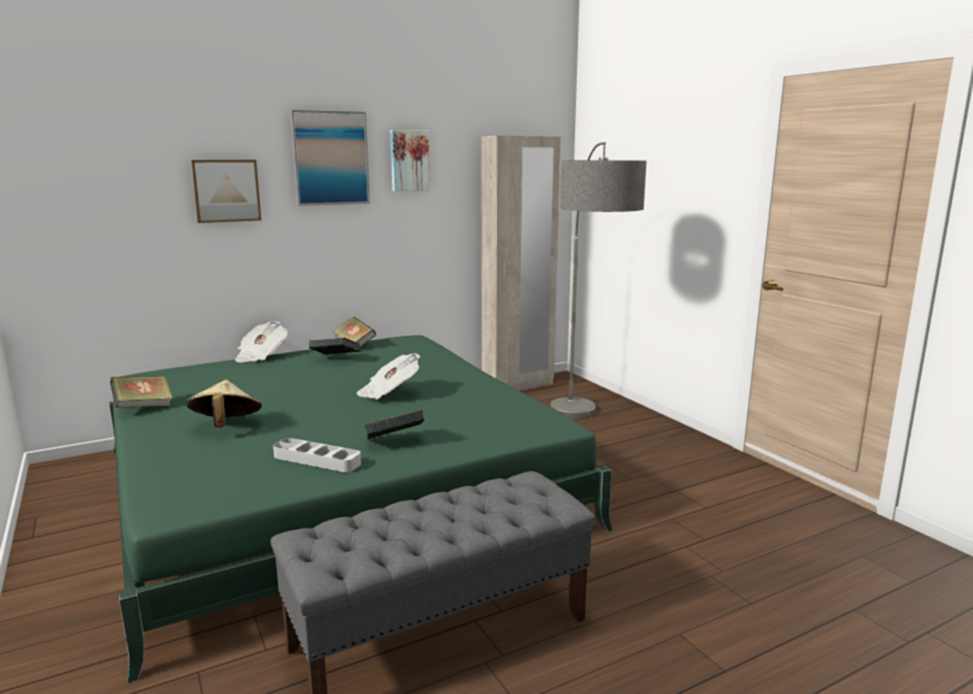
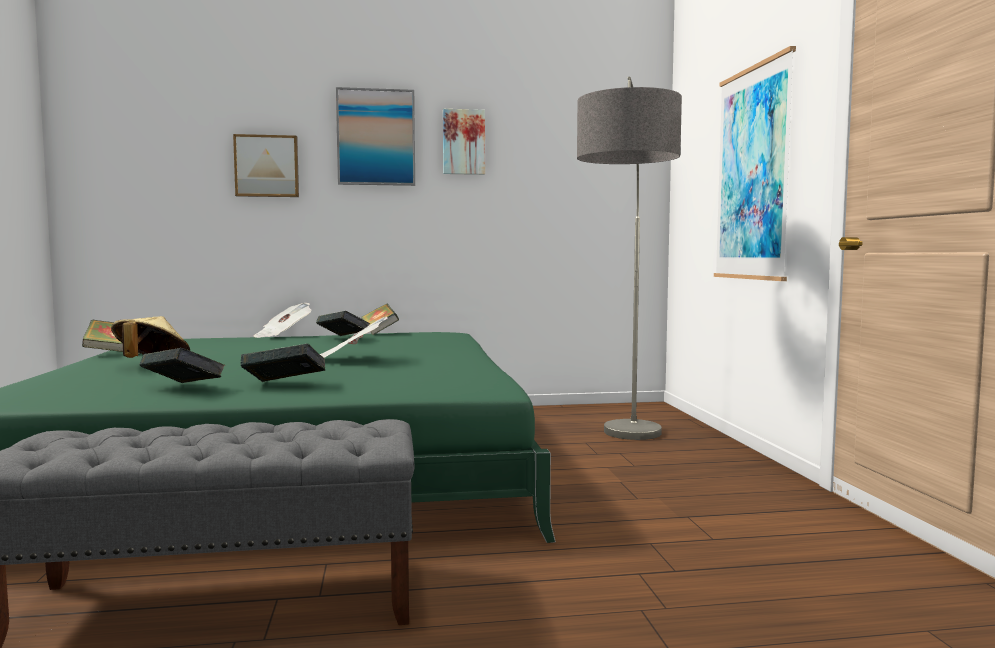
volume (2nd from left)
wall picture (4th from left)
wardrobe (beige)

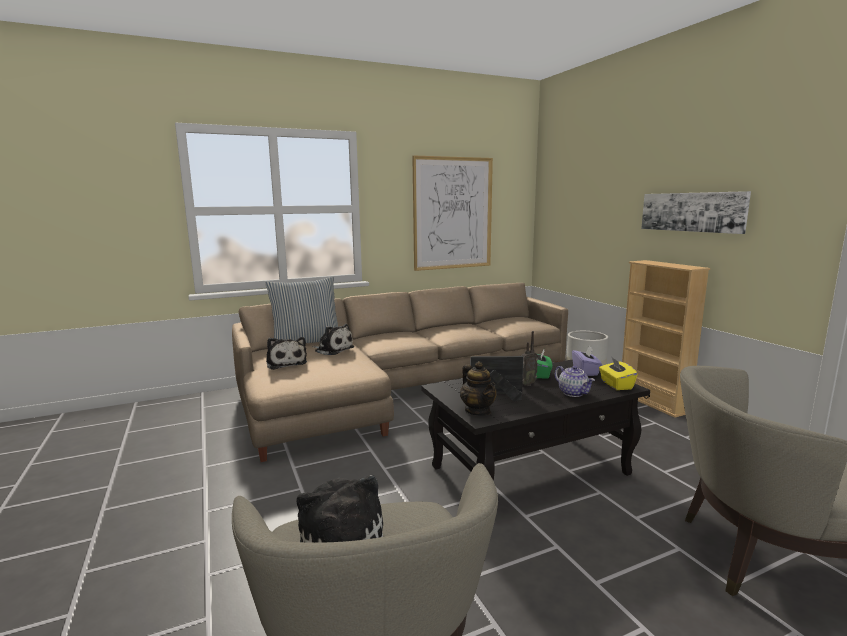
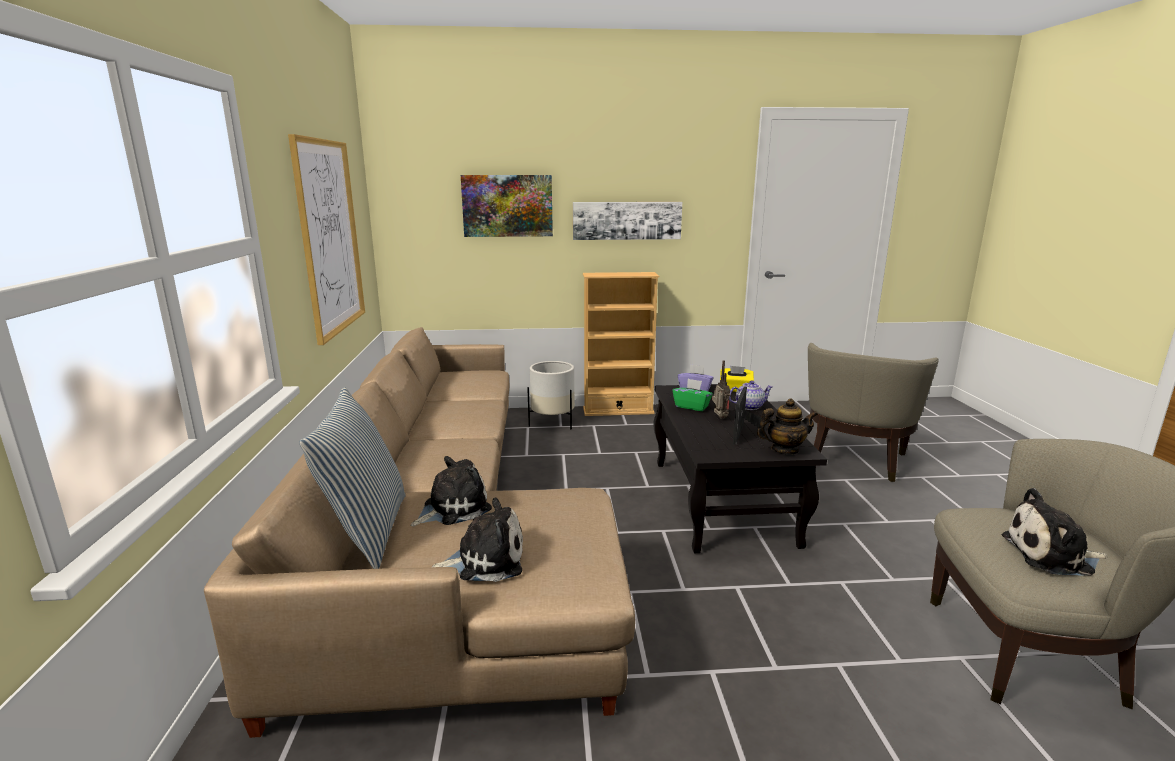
wall picture (2nd from left)

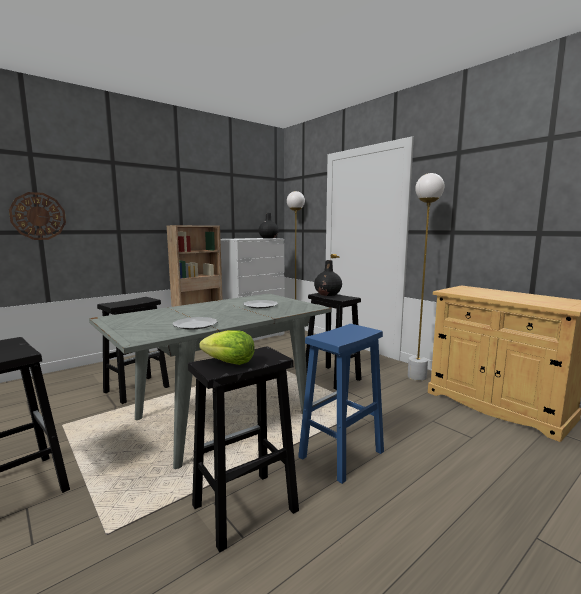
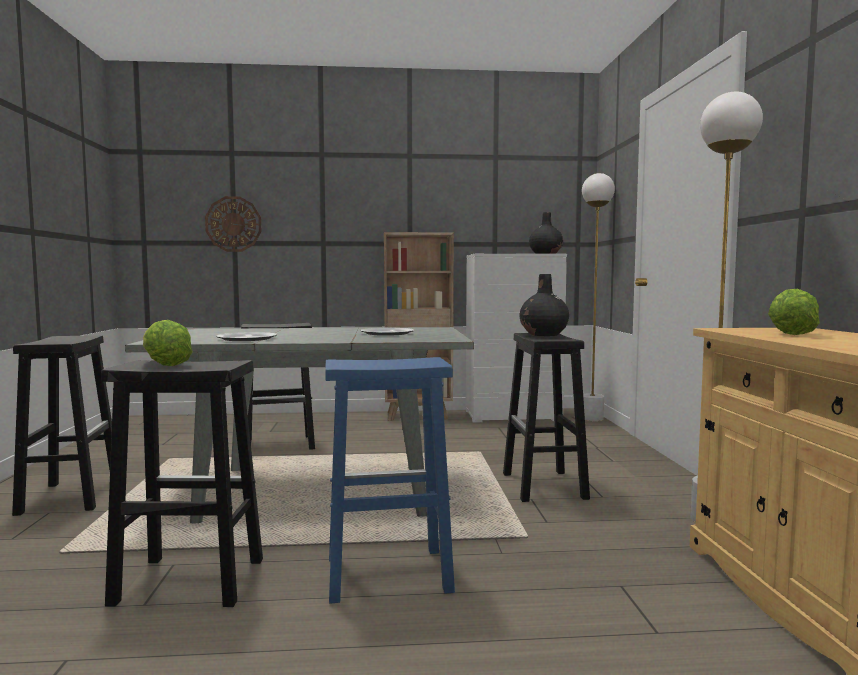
lettuce head (2nd from left)

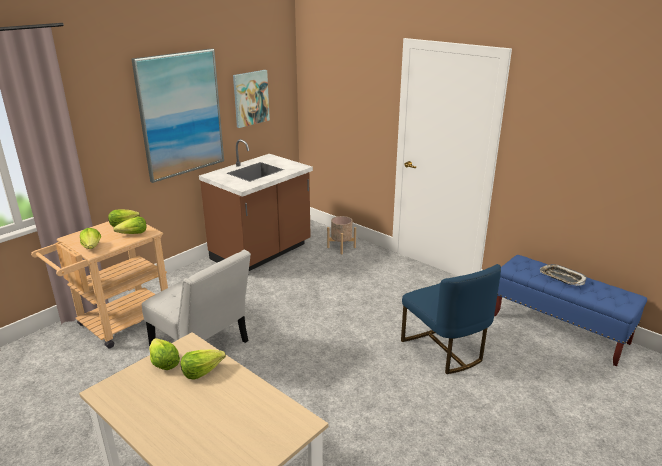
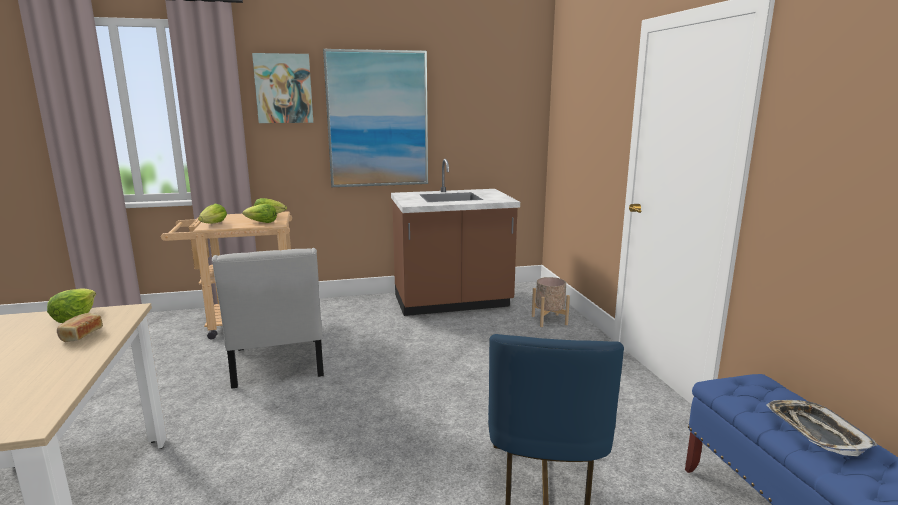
bread
wall picture (1st from left)

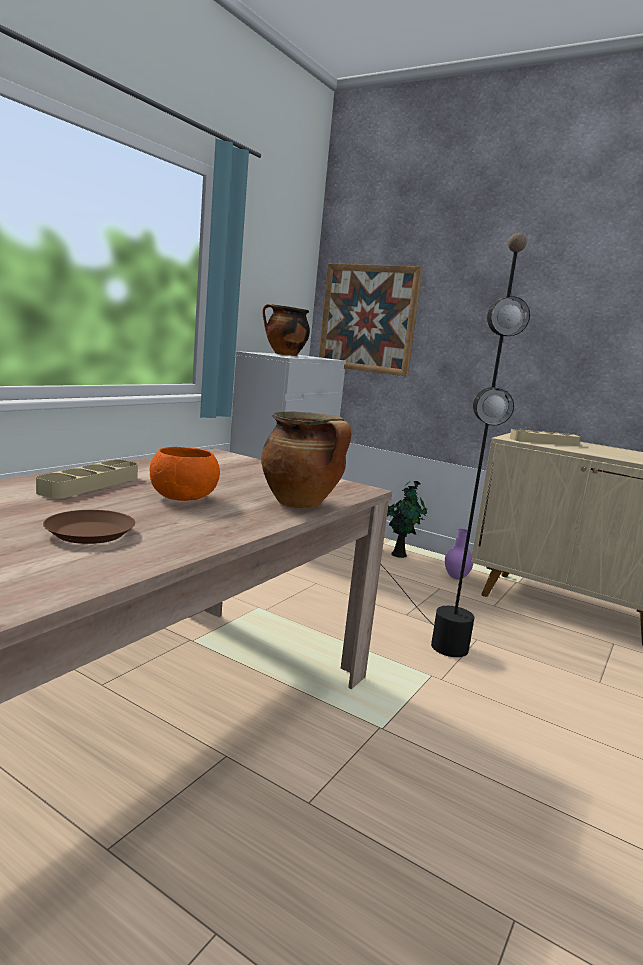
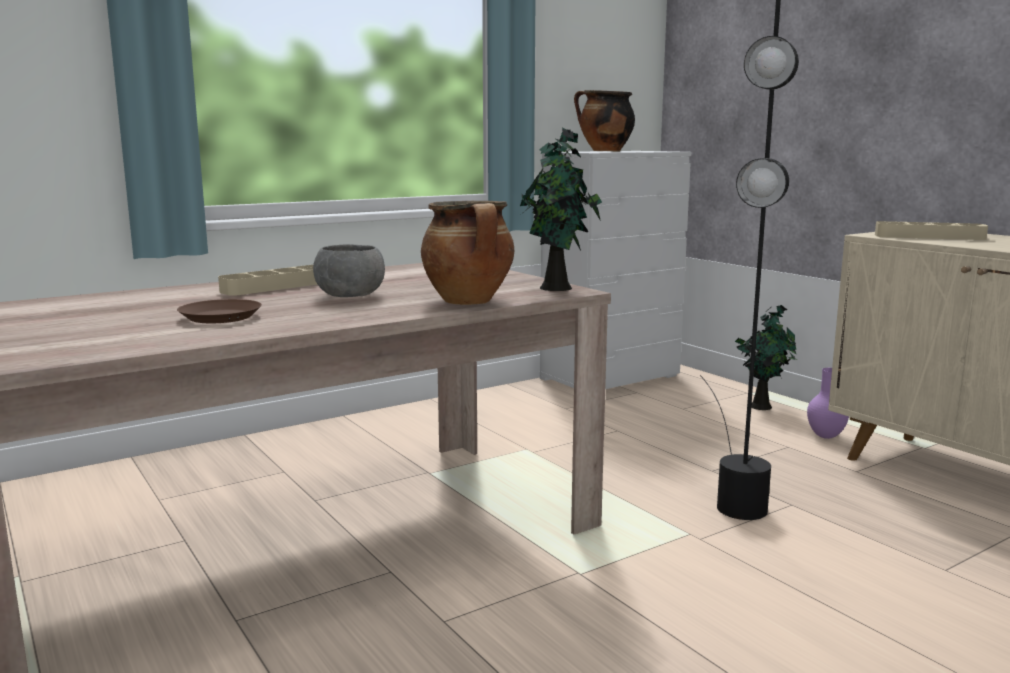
deep dish (gray)
plant in a pot (1st from left)
wall picture

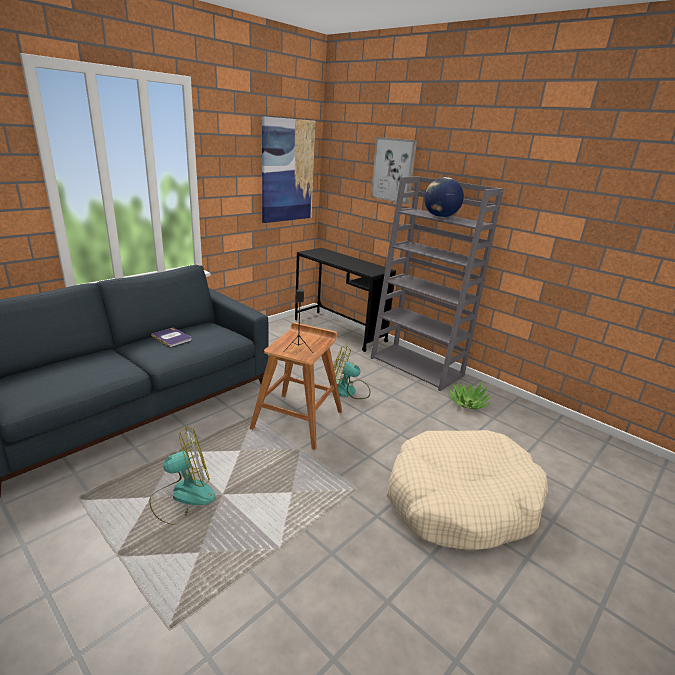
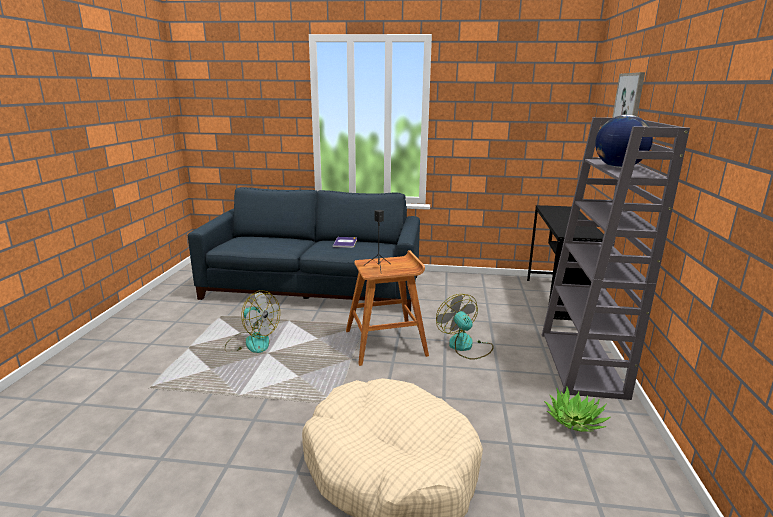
wall picture (1st from left in the first image)

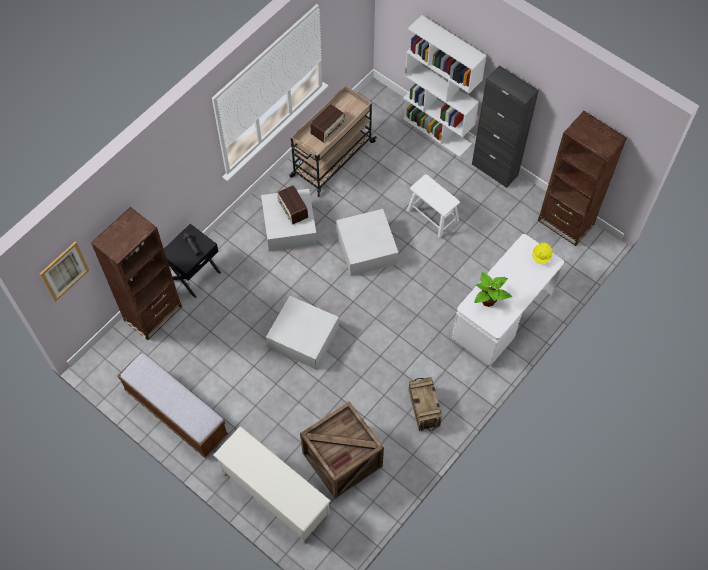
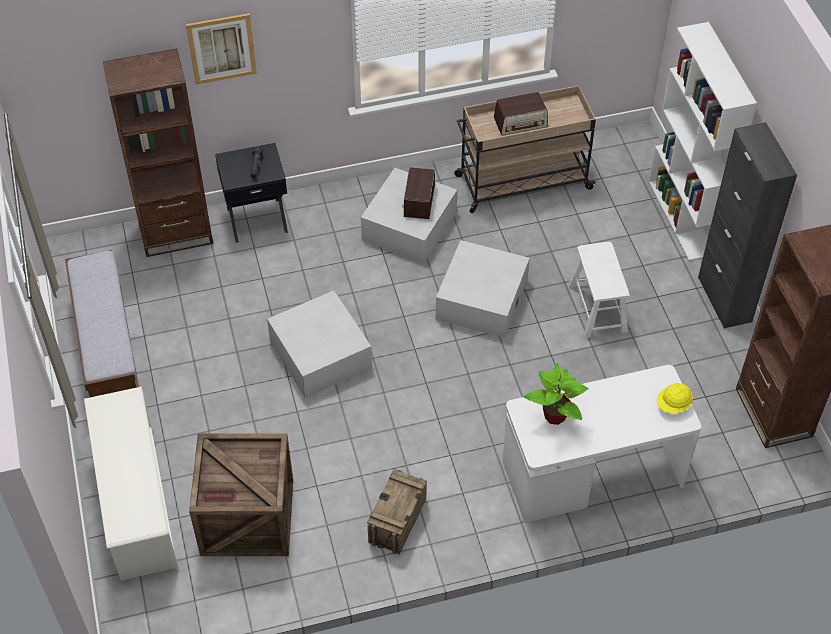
wall picture

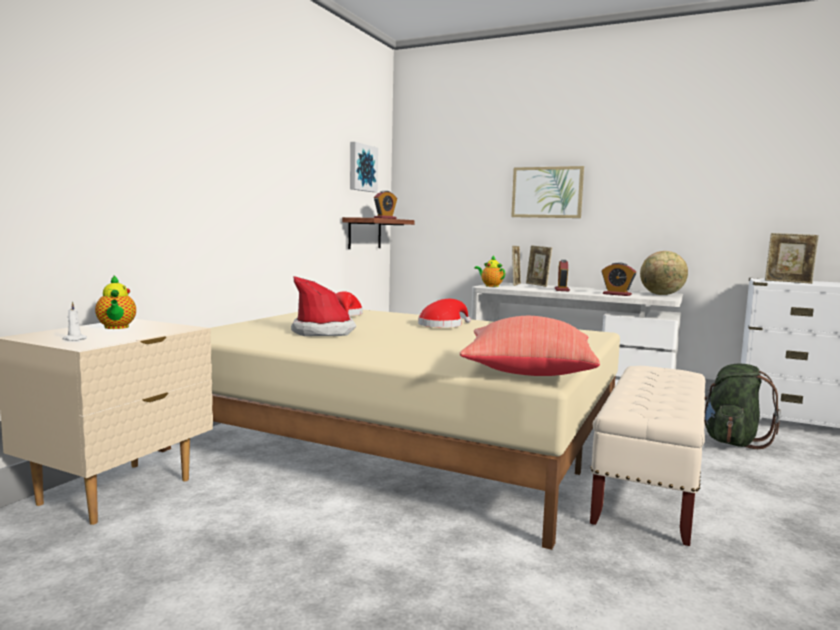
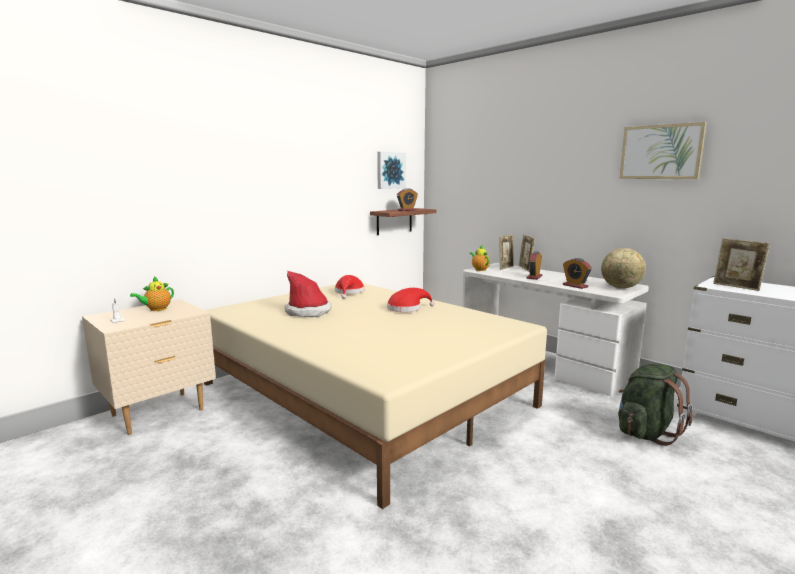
pot for tea (1st from left)
wall picture (2nd from left)
pillow (red-coloured)
indoor bench (beige)

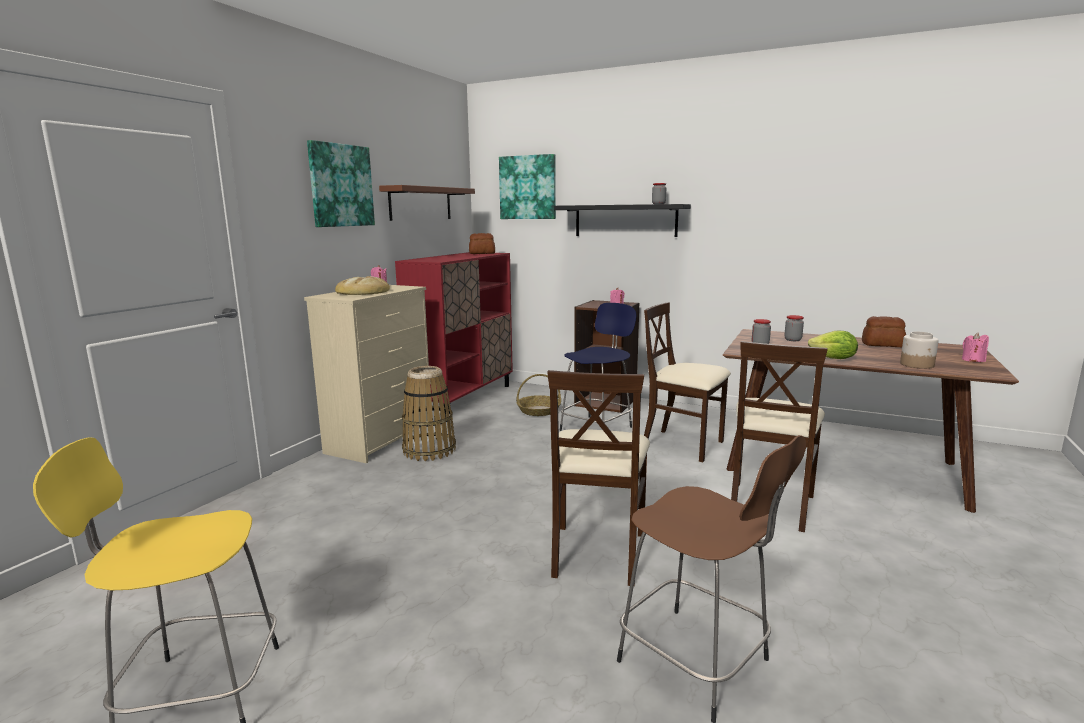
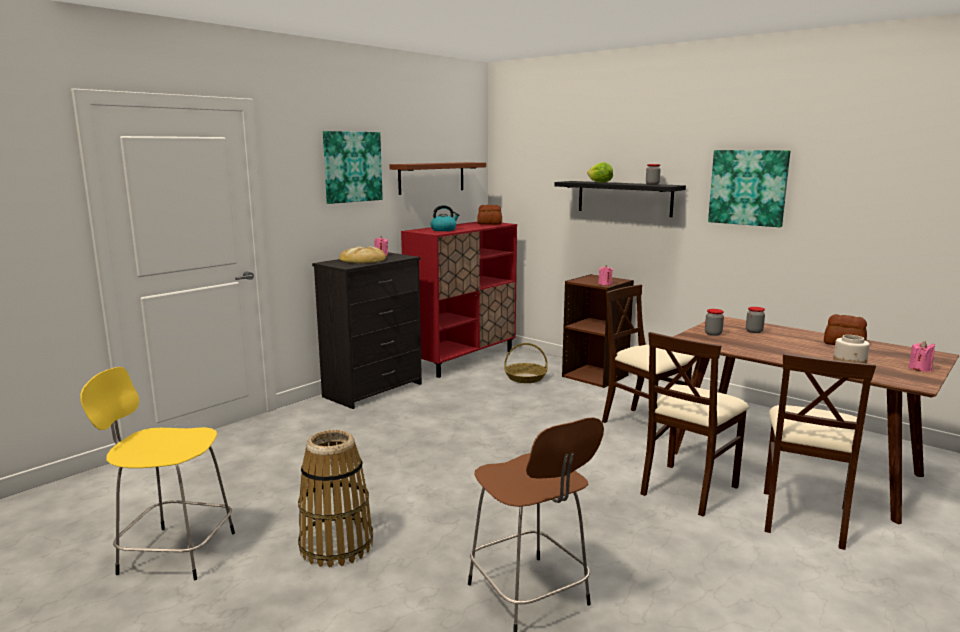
storage basket (1st from left)
drawer chest (blackish)
kettle
lettuce head
wall picture (2nd from left)
chair (beige) (3rd from left)
stool seat (blue)

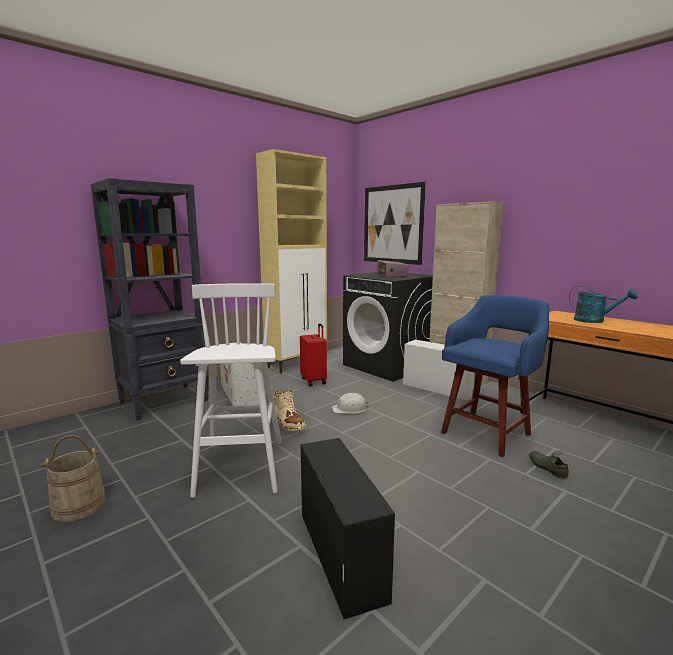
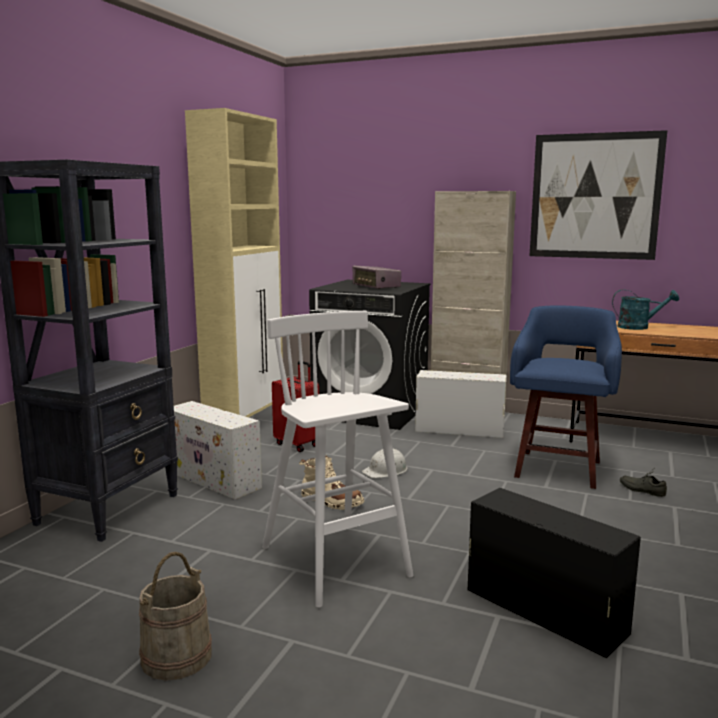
wall picture

